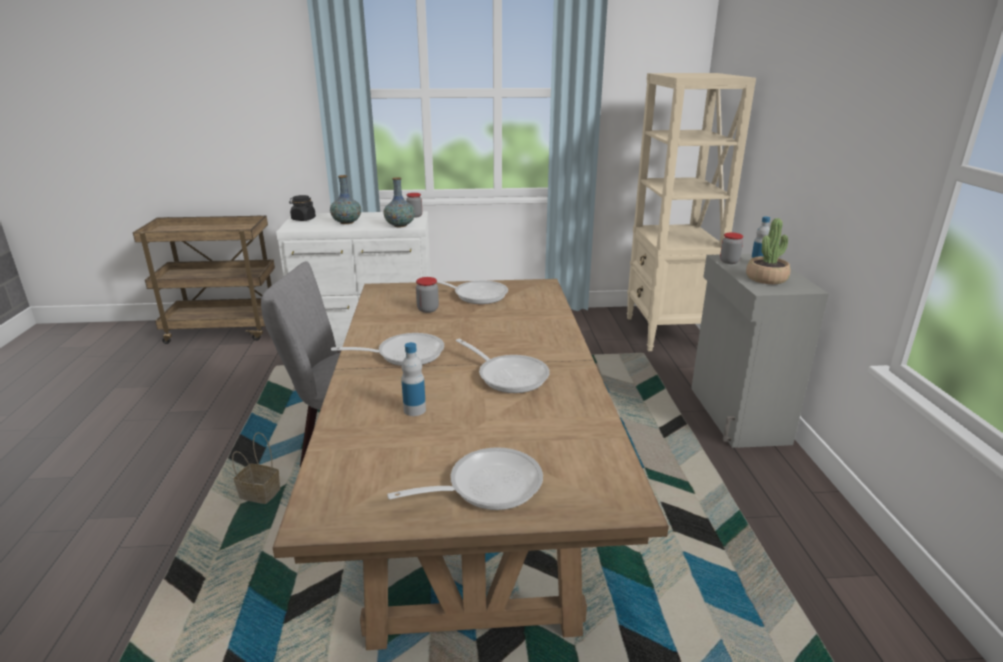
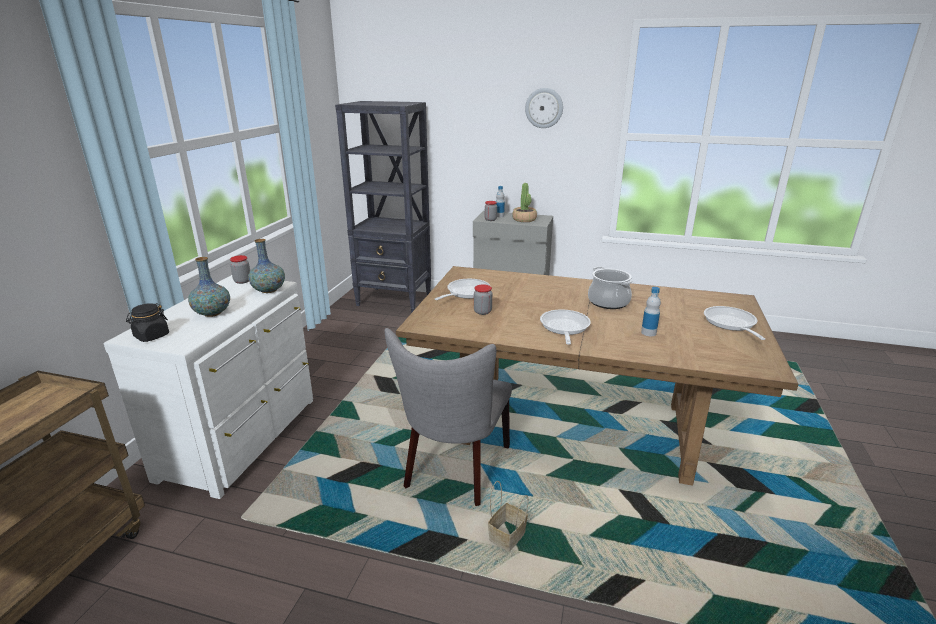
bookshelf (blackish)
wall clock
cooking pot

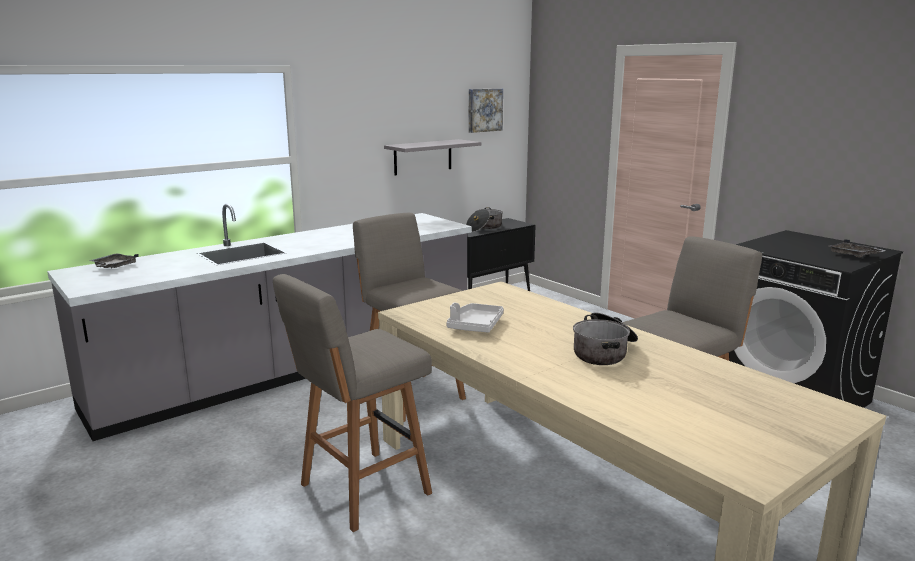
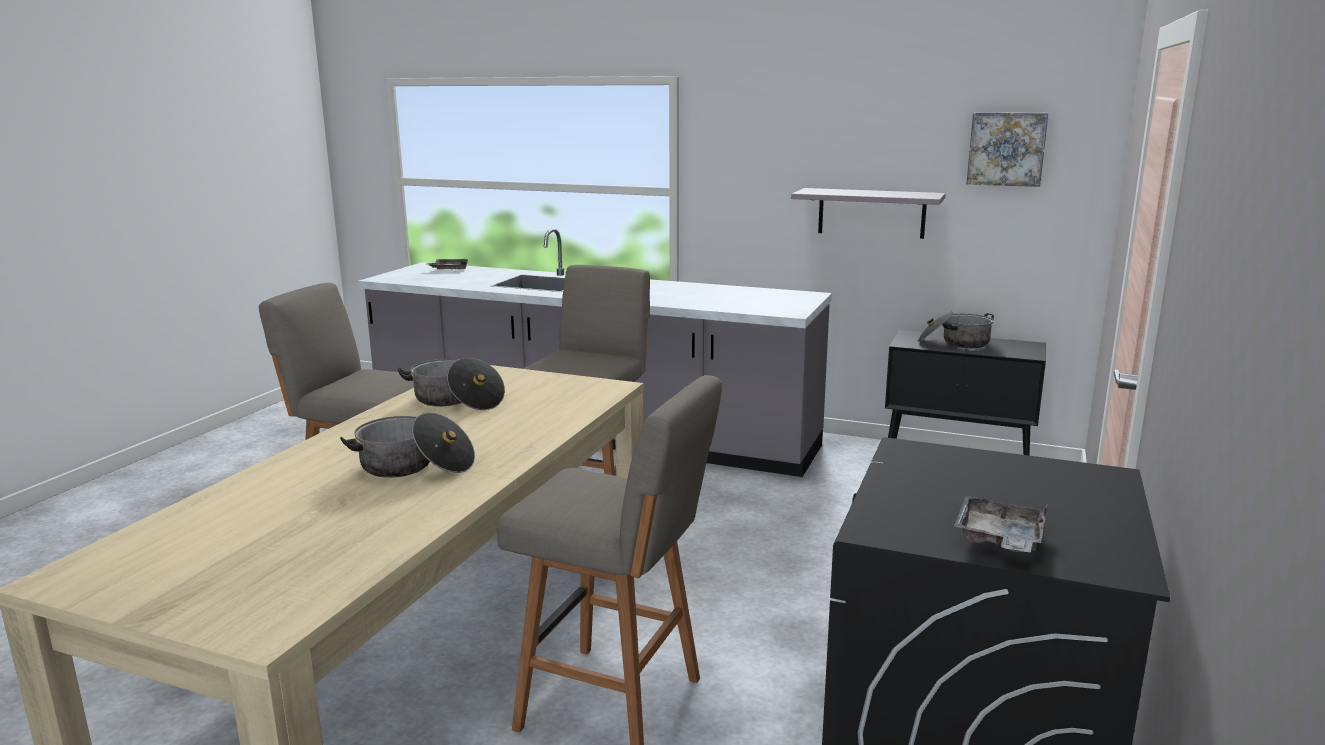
cooking pot (2nd from left)

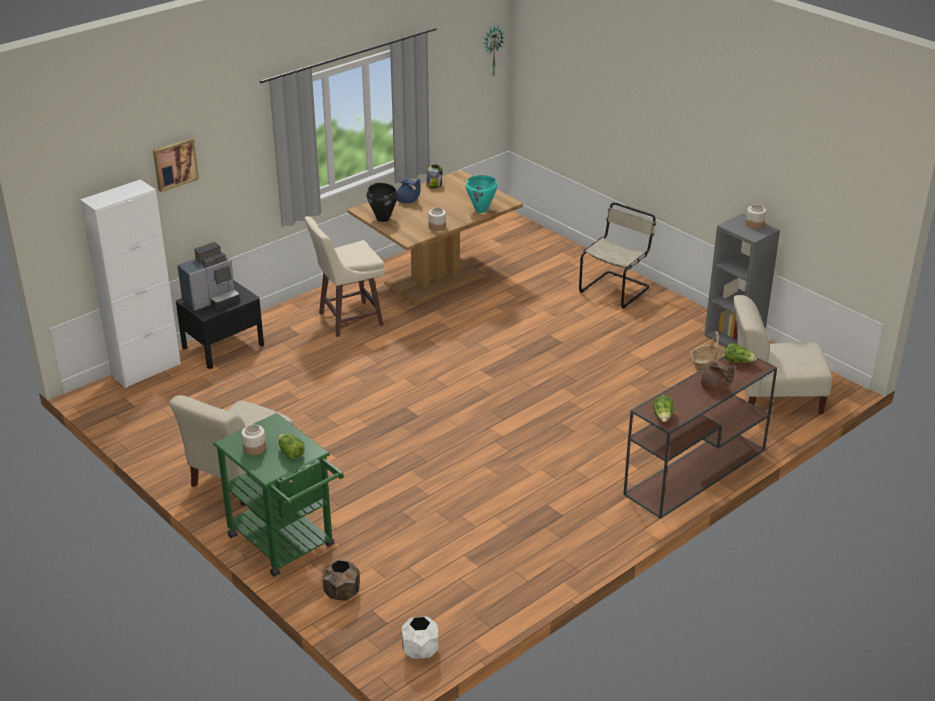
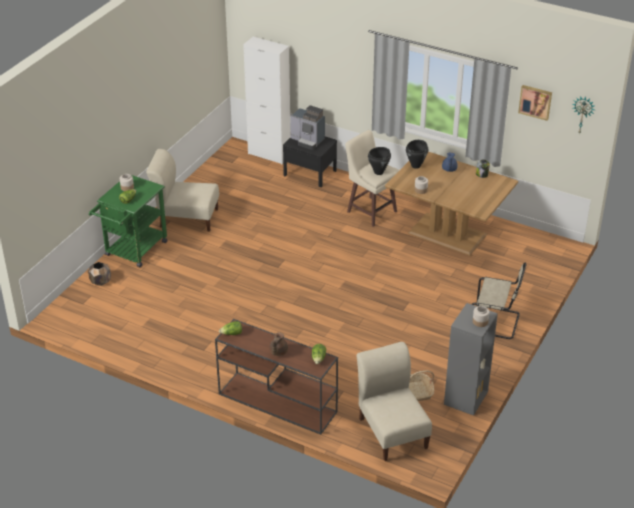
cooking pot (blackish) (1st from left)
wall picture
flower pot (white)
cooking pot (blue-green)

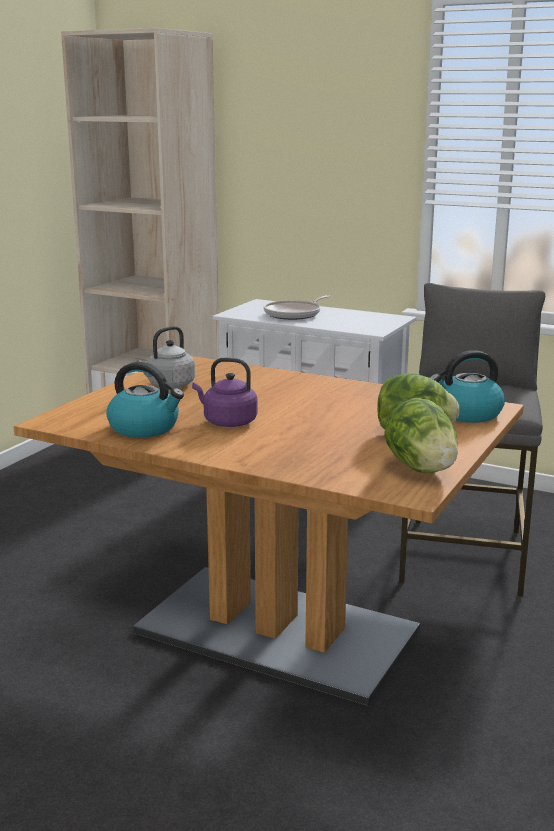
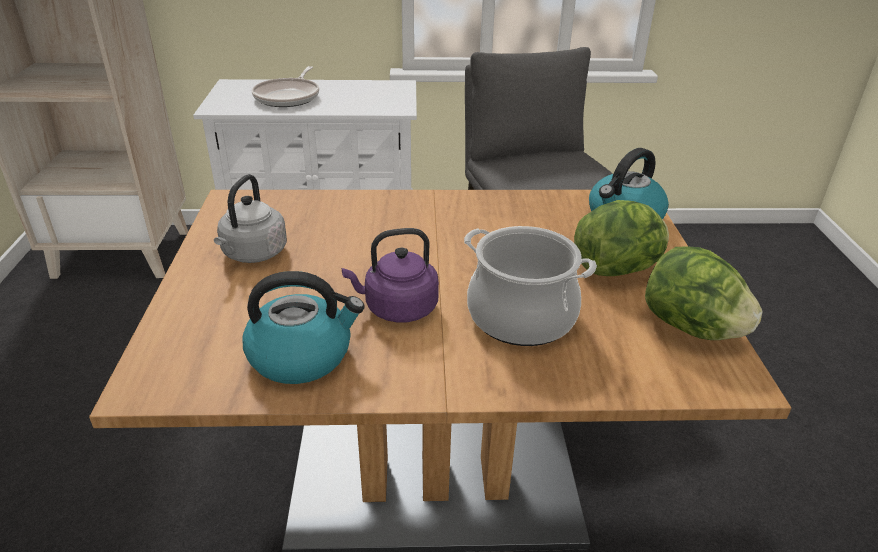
cooking pot

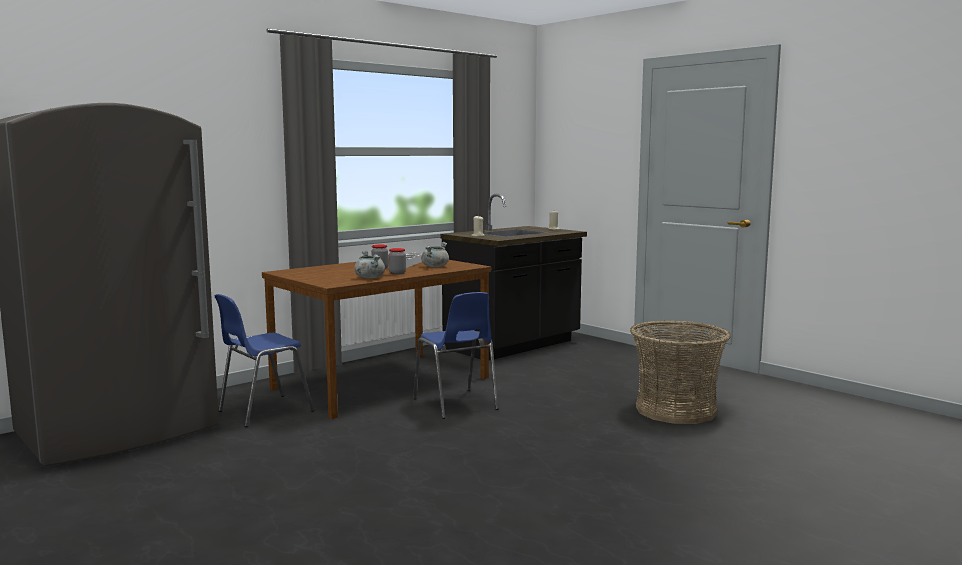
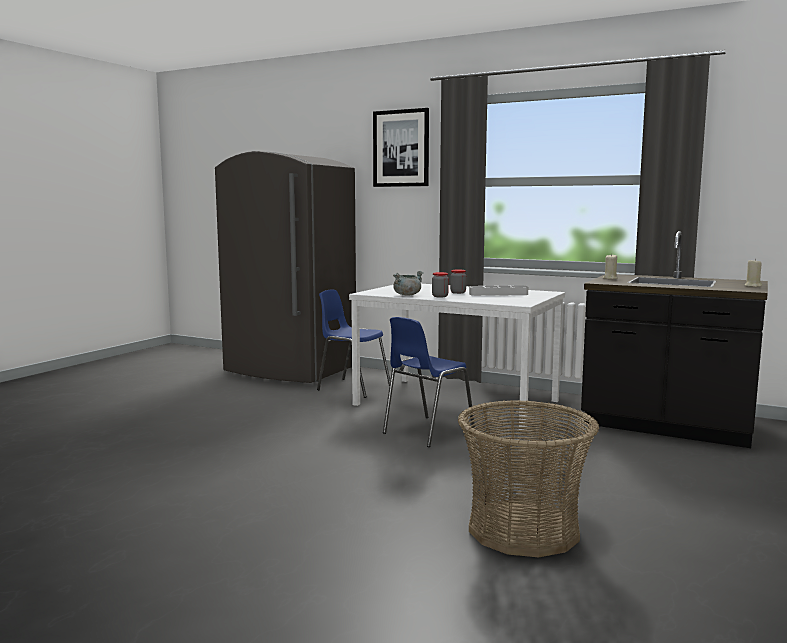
dinner table (white)
wall picture
cooking pot (gray) (2nd from left in the first image)

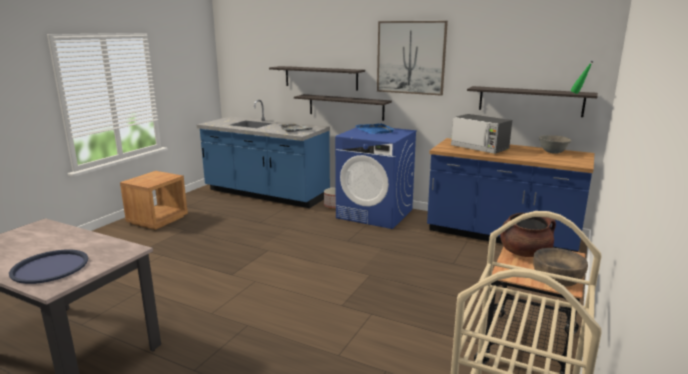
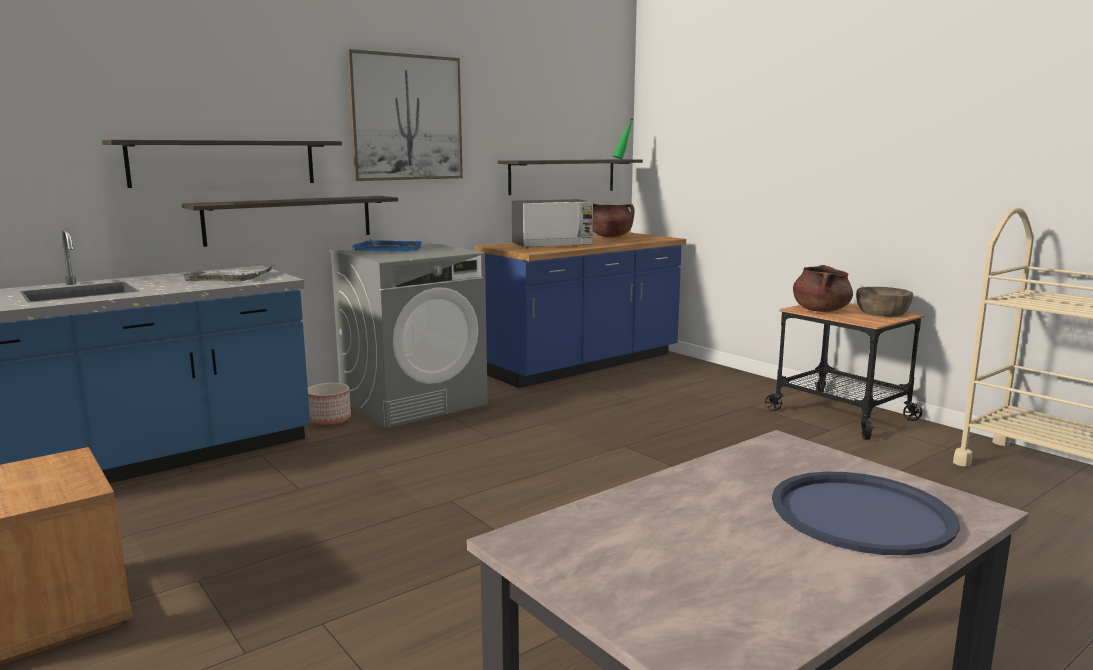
washing machine (gray)
cooking pot (brownish) (1st from left)

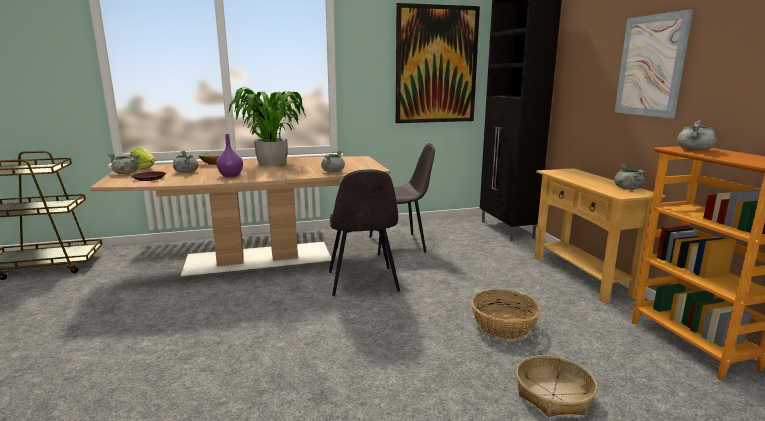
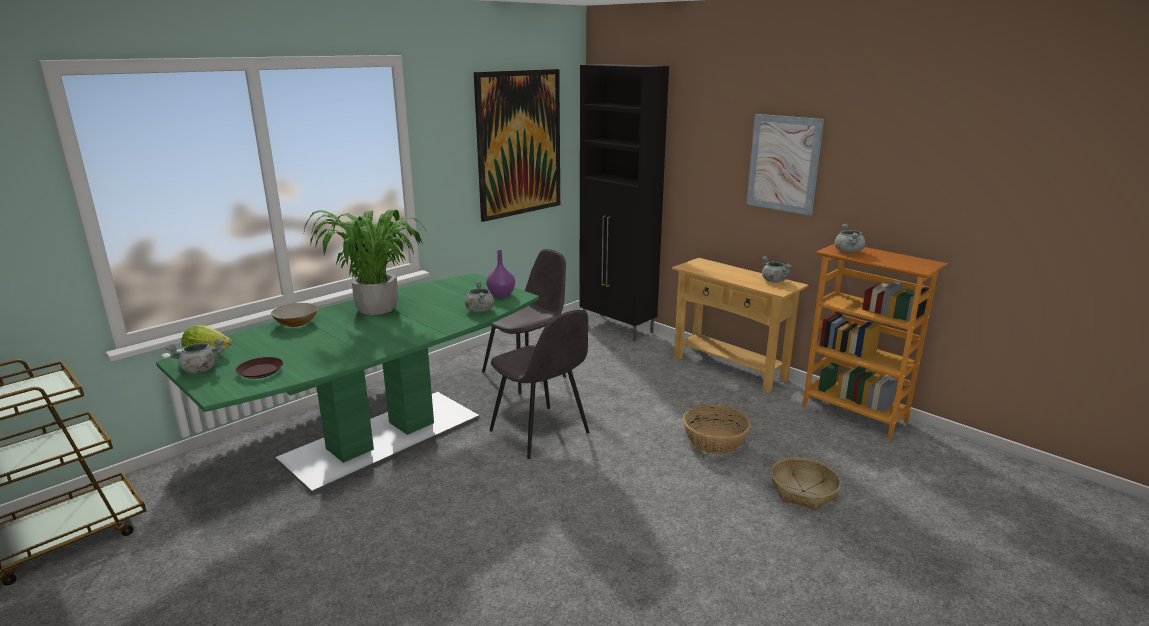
dinner table (green-coloured)
decorative vase (purple-coloured)
cooking pot (gray) (2nd from left in the first image)

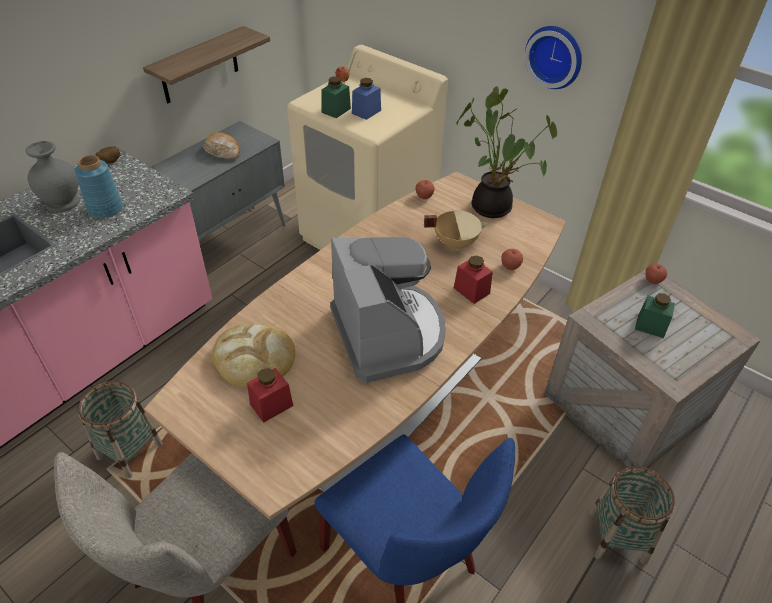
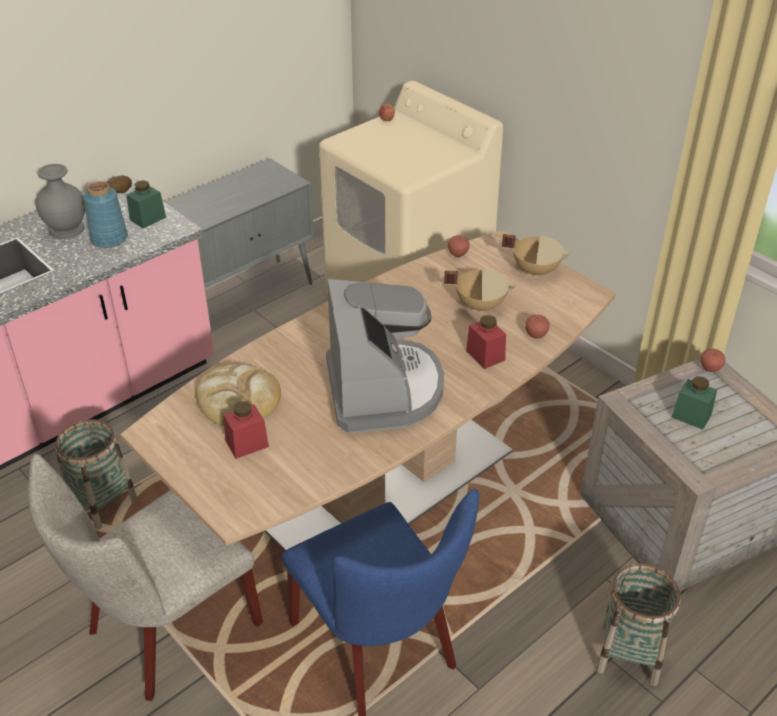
storage jar (green-coloured) (1st from left)
cooking pot (beige) (2nd from left)
bracket shelf
bread (1st from left in the first image)
storage jar (blue)
wall clock

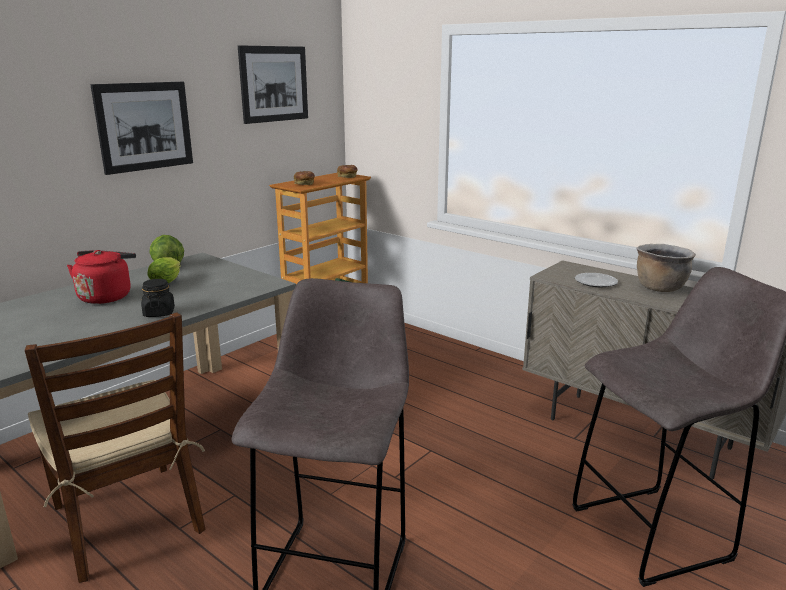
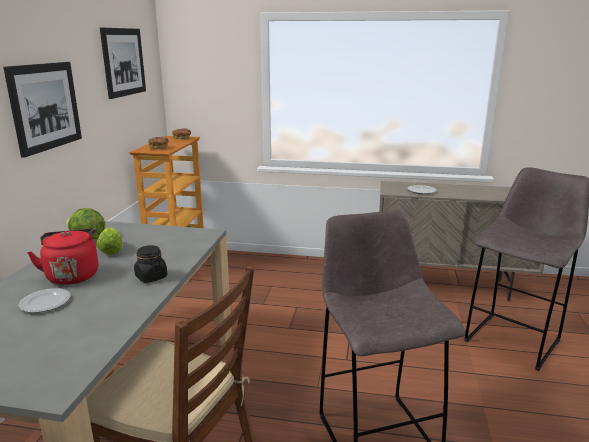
flat dish (1st from left)
cooking pot (brownish)

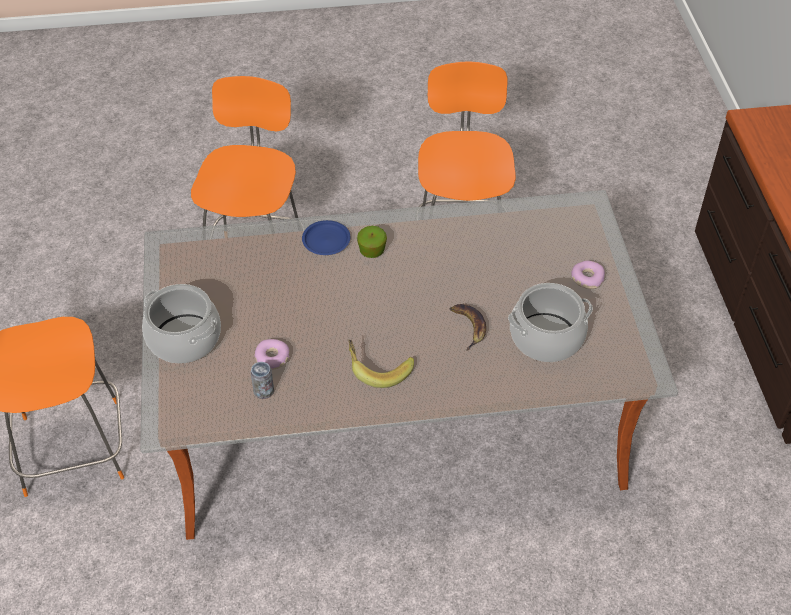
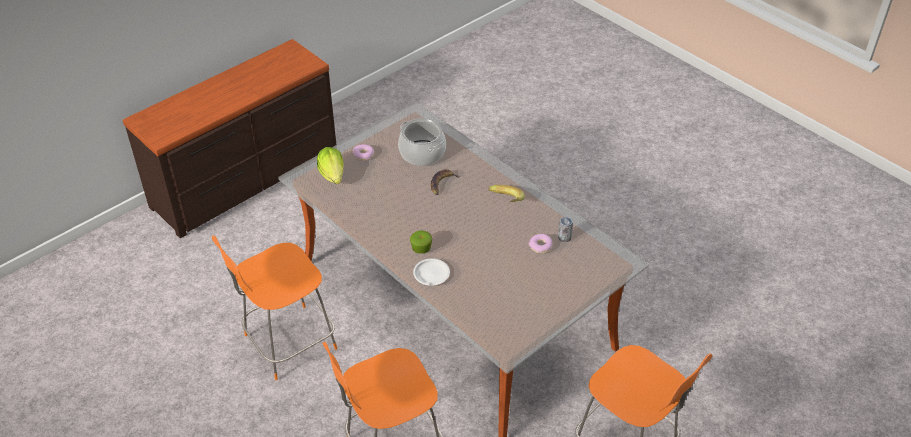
lettuce head
flat dish (white)
cooking pot (1st from left in the first image)

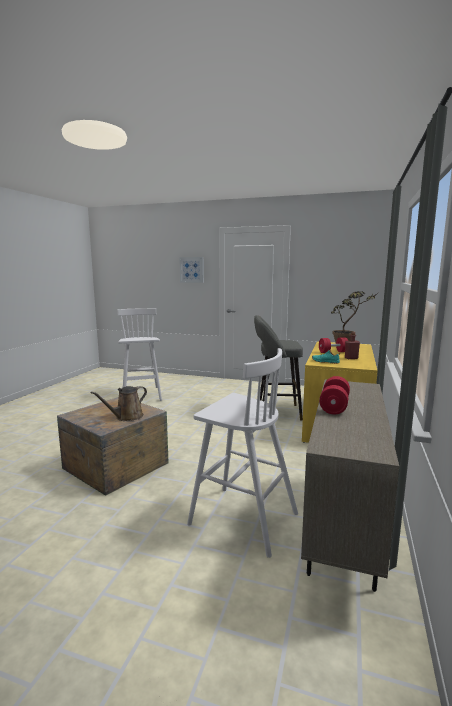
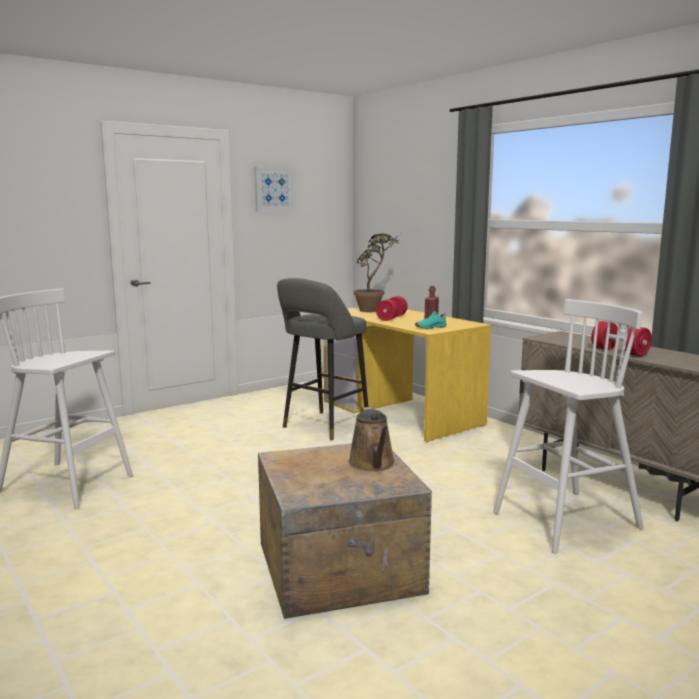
wall picture

